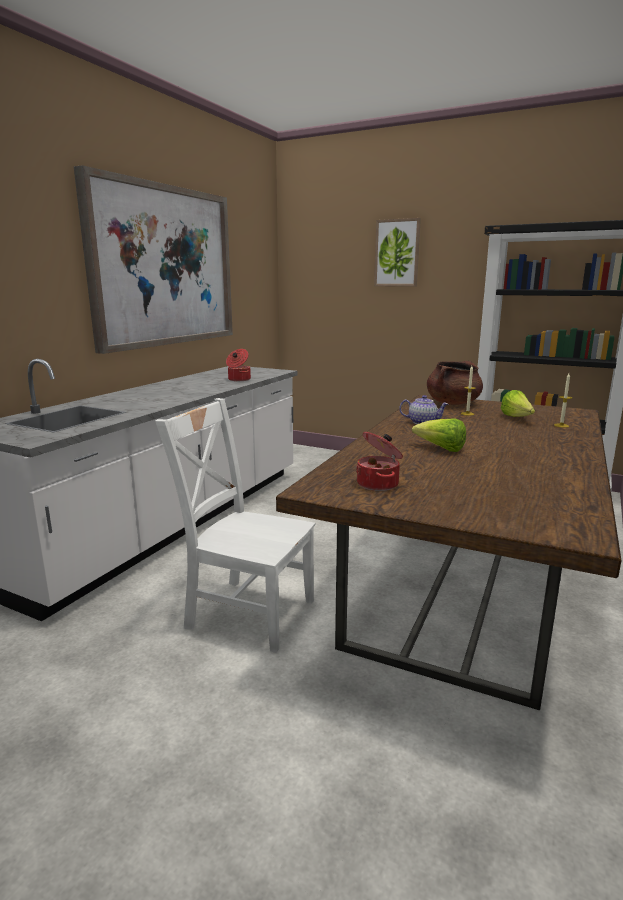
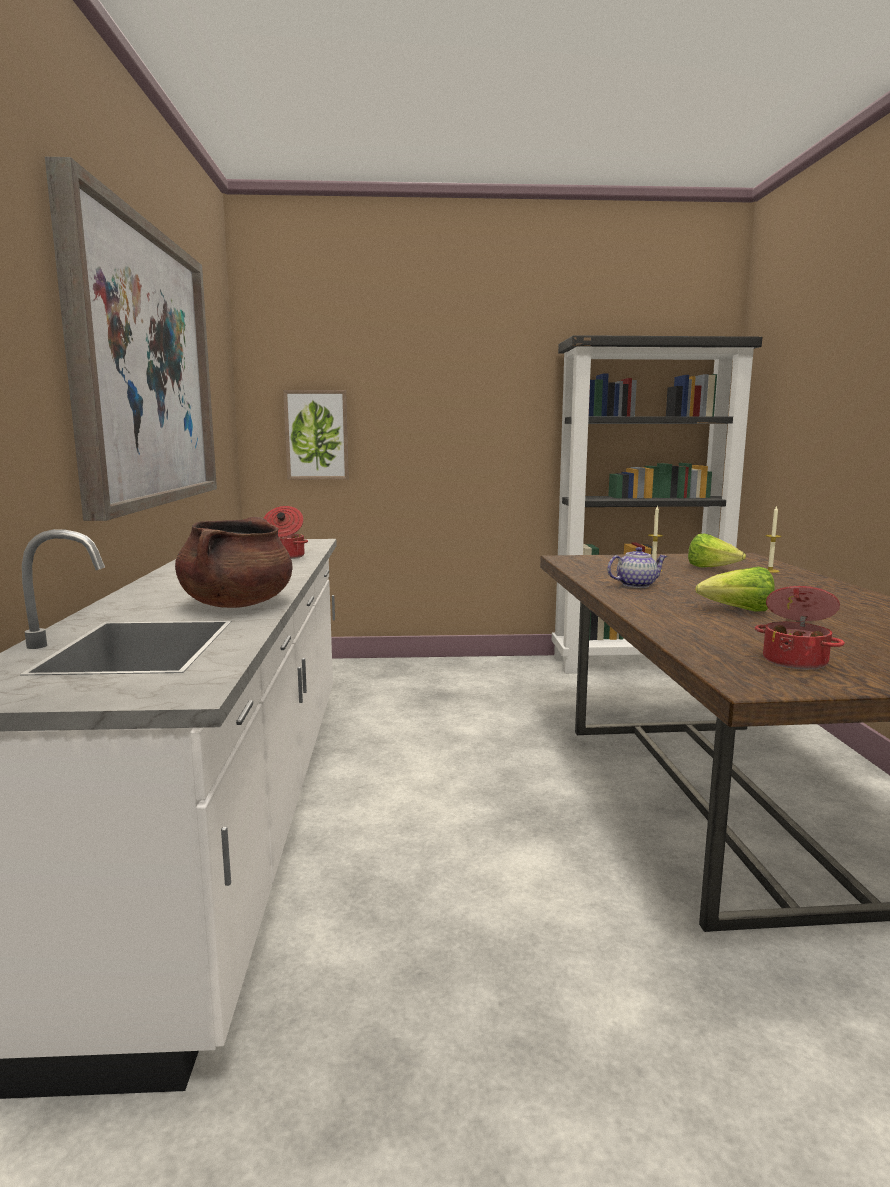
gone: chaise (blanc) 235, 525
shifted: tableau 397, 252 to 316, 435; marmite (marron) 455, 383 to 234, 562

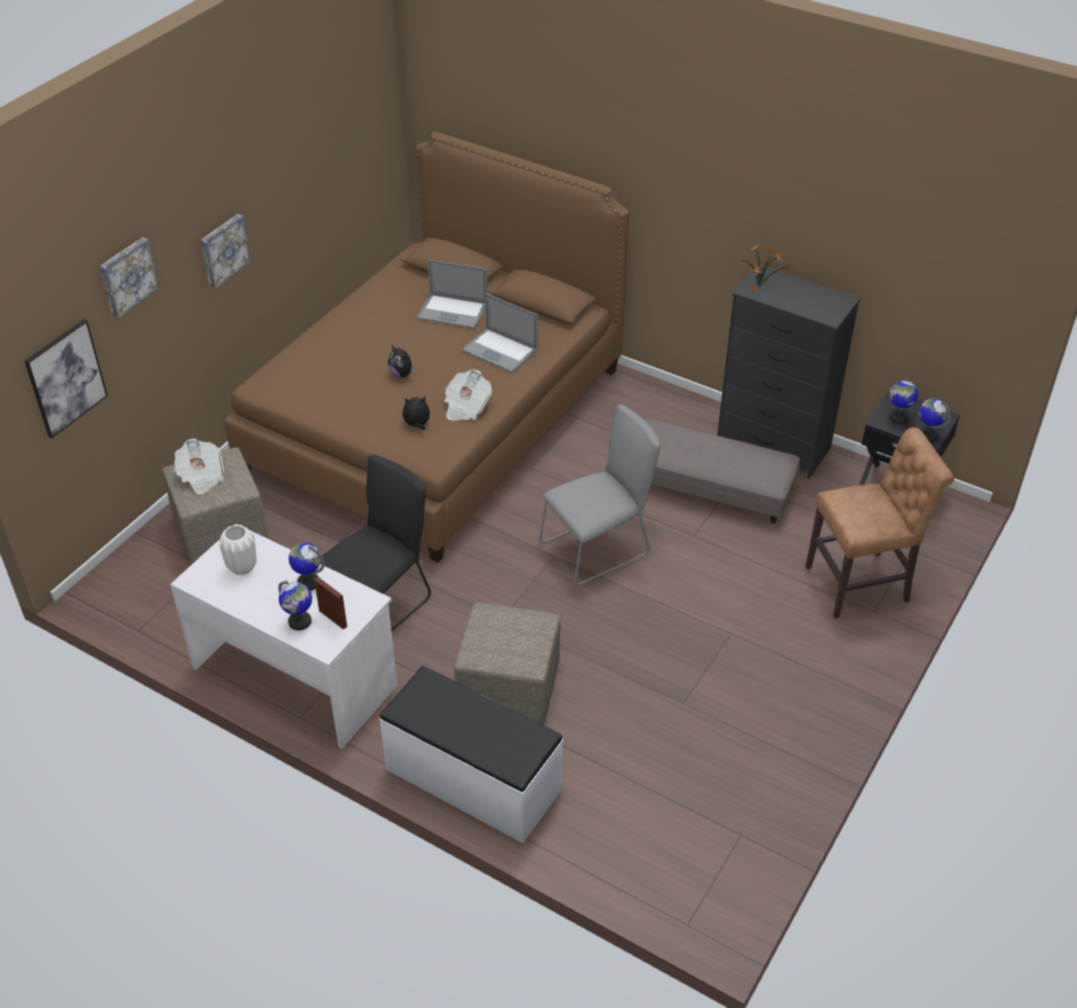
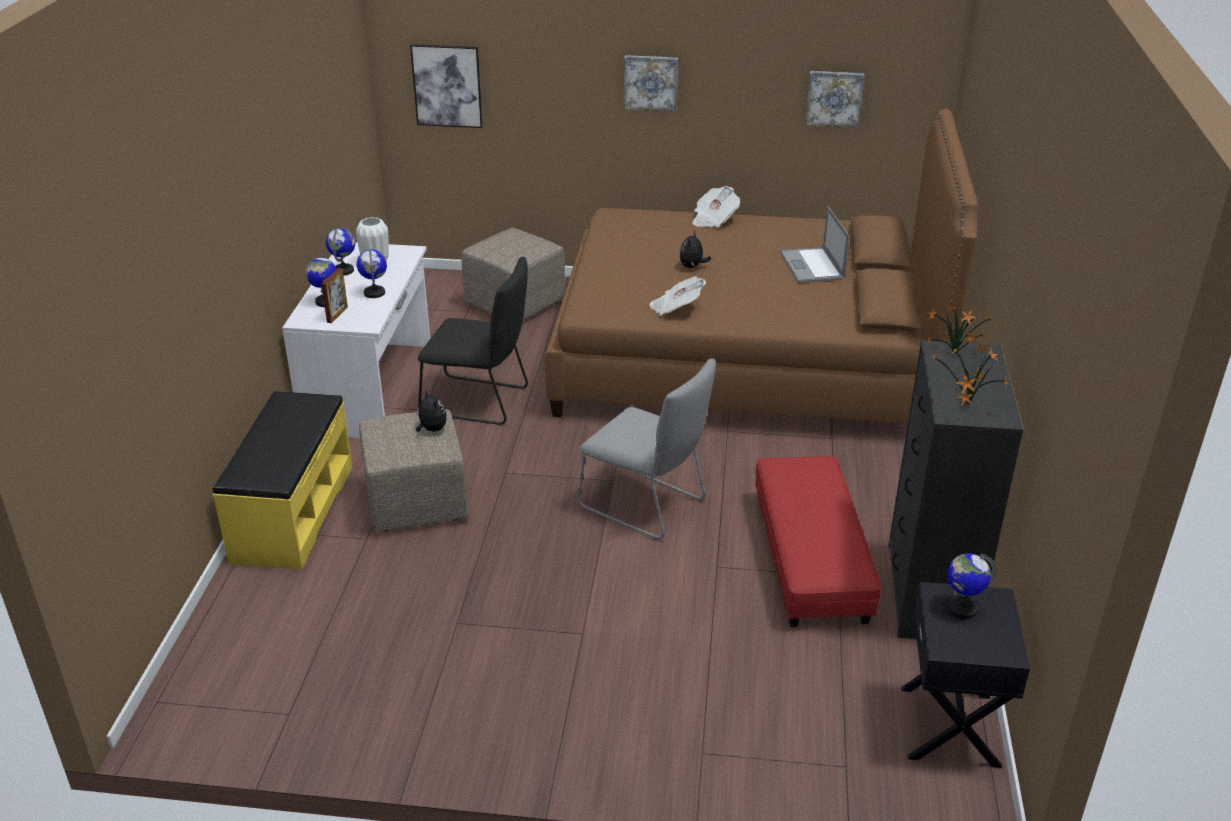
gone: ordinateur portable 499, 333; chaise (marron) 879, 523
new: plante en pot 969, 374
shifted: tableau 129, 278 to 835, 99; journal 199, 466 to 716, 207; peluche 415, 413 to 431, 410; globe 935, 420 to 340, 252
repainted: banc (blanc) 471, 754 to banc (jaune) 282, 480; pouf (gris) 722, 471 to pouf (rouge) 818, 541

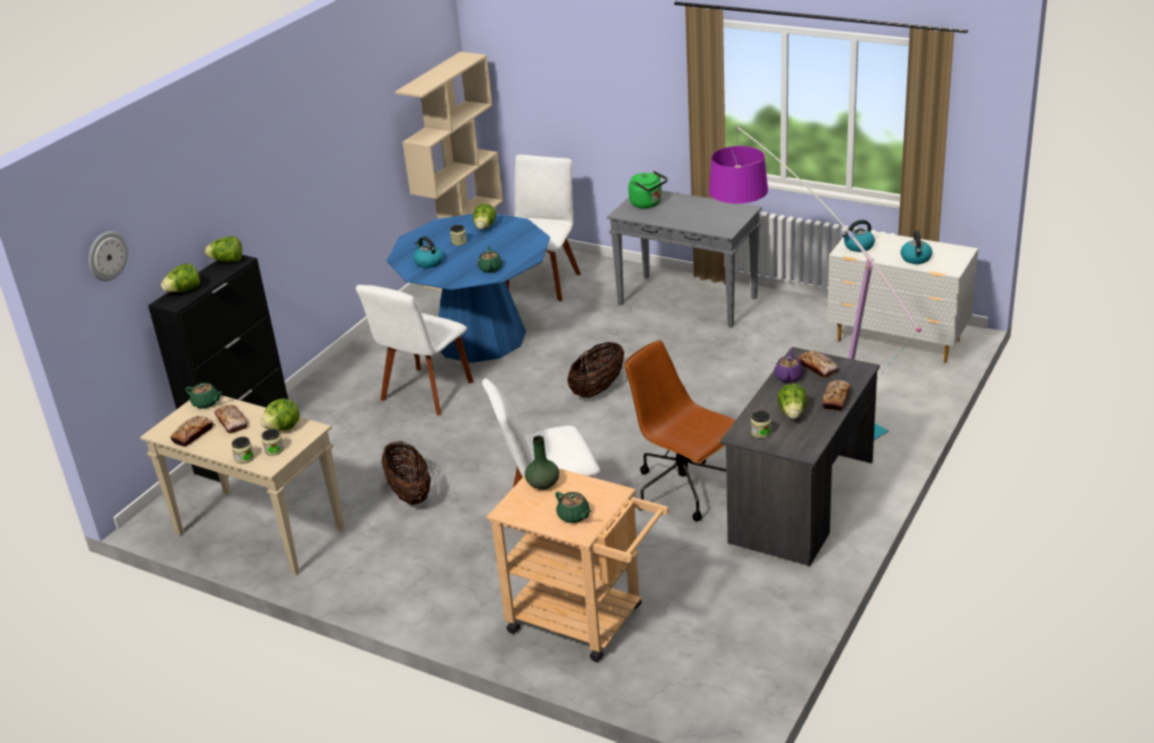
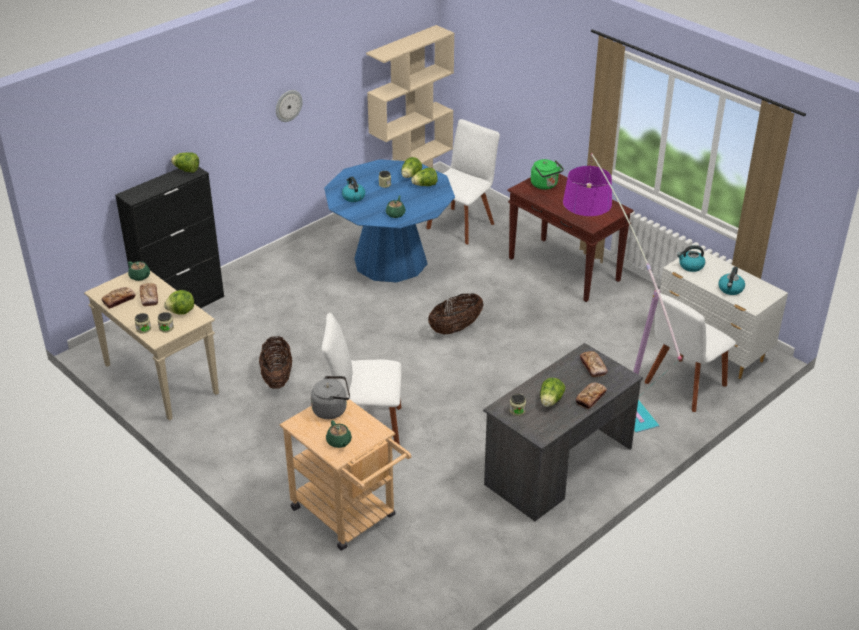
gone: chaise de bureau (marron) 680, 430; théière (violet) 788, 365
shifted: horloge murale 108, 256 to 289, 106; laitue 180, 278 to 424, 177; chaise (blanc) 415, 350 to 690, 352
swapped: vase (vert) 542, 463 to bouilloire (gris) 330, 397
repainted: table console (gris) 684, 259 to table console (marron) 570, 237

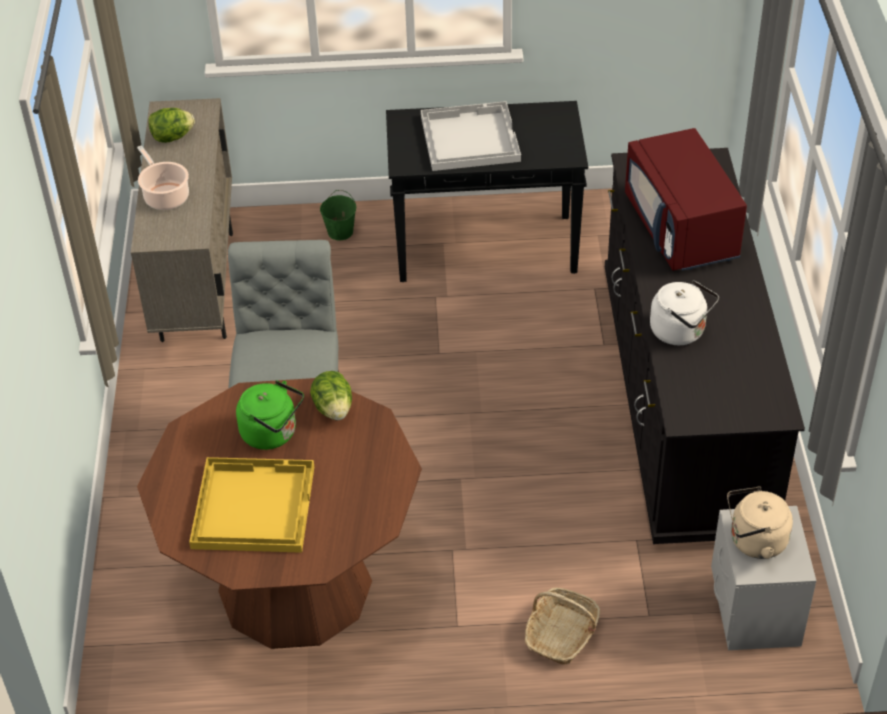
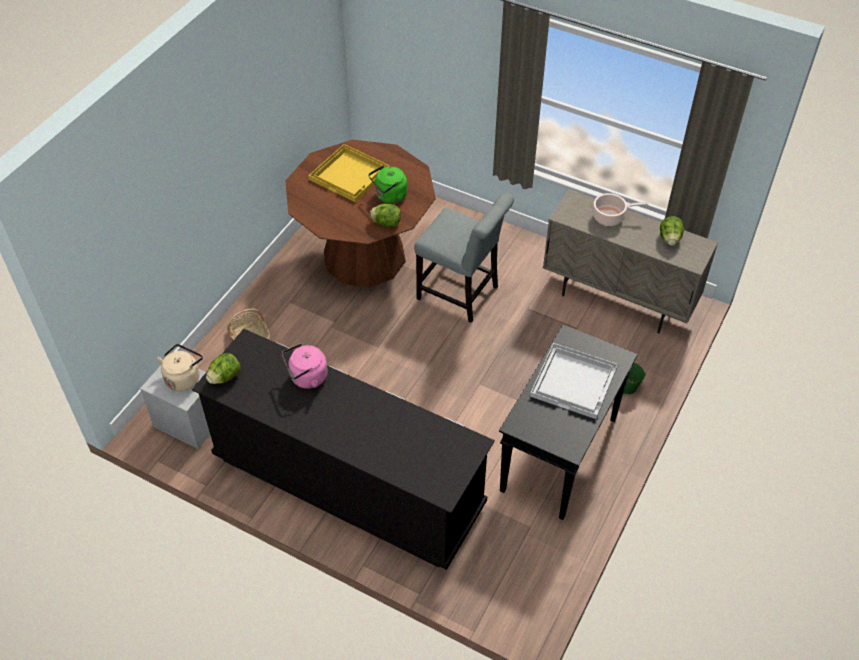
gone: micro-ondes (rouge) 686, 199
new: laitue 223, 368
repainted: bouilloire (blanc) 684, 312 to bouilloire (rose) 305, 366

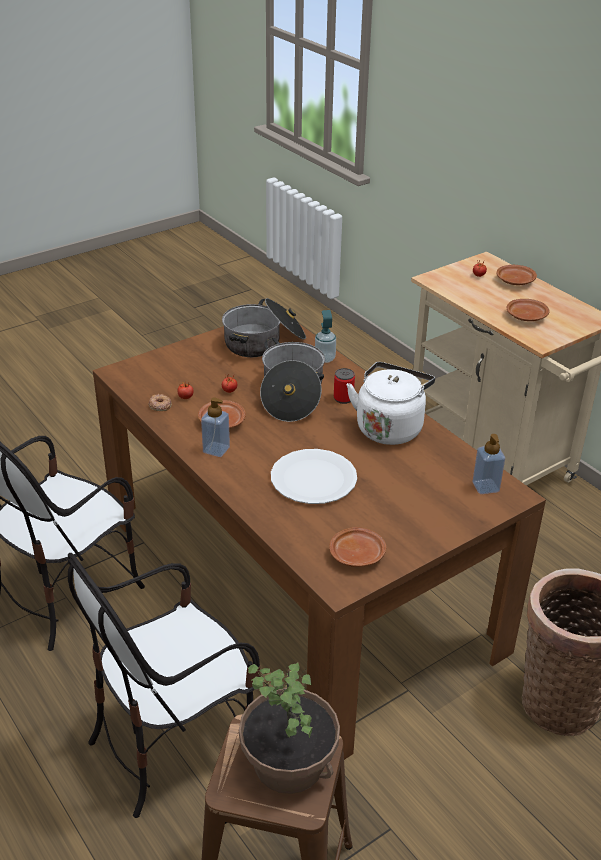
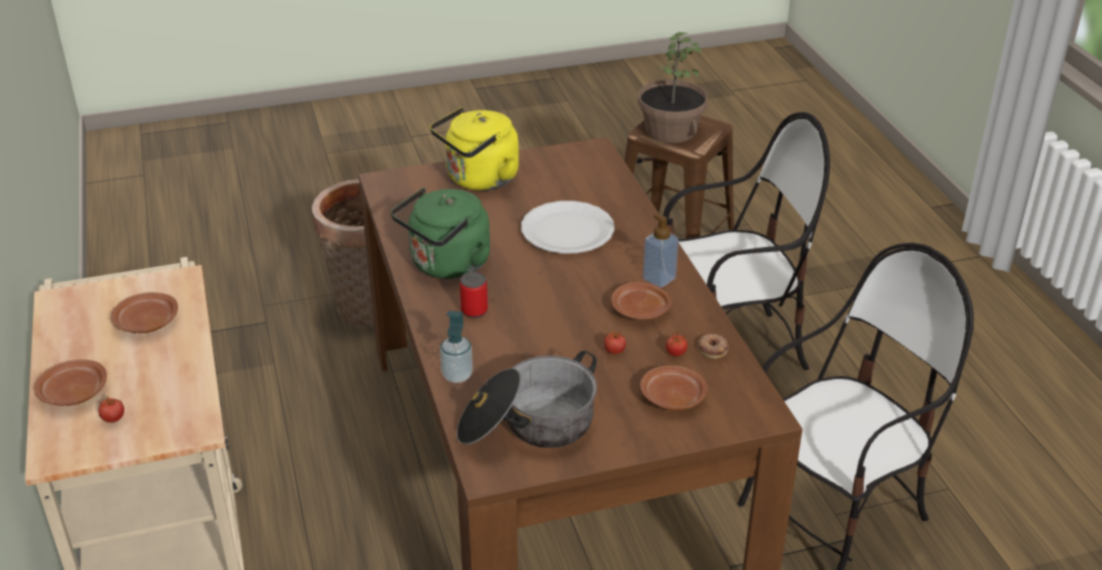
gone: marmite 292, 380; distributeur de savon 489, 464
new: bouilloire (jaune) 474, 149
shifted: assiette (marron) 357, 547 to 674, 387
repainted: bouilloire (blanc) 391, 403 to bouilloire (vert) 440, 233

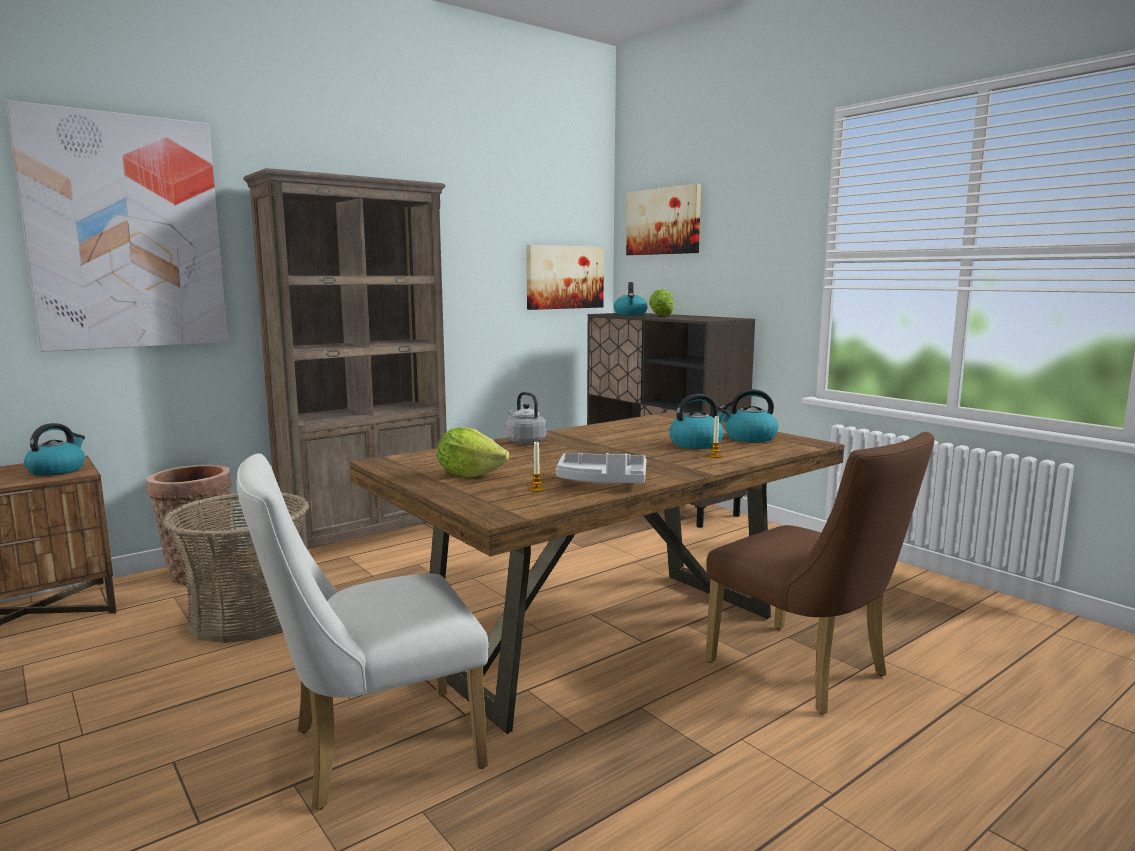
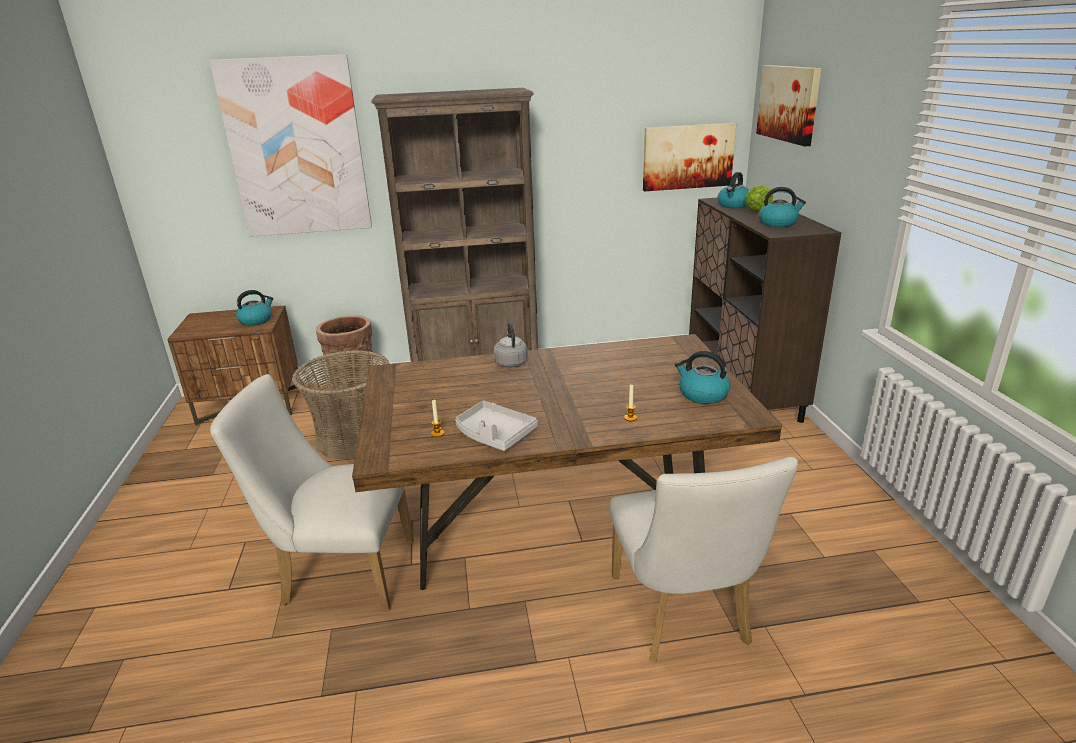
gone: laitue 473, 452
shifted: bouilloire 698, 421 to 782, 207
repainted: chaise (marron) 820, 573 to chaise (blanc) 703, 559

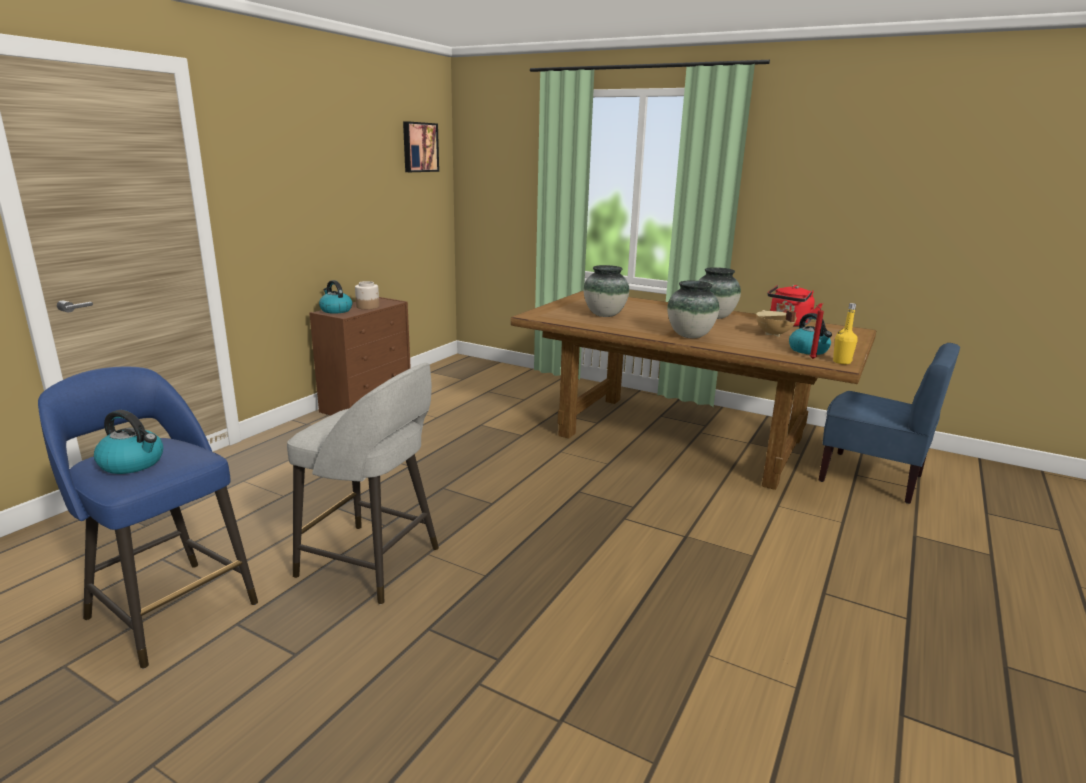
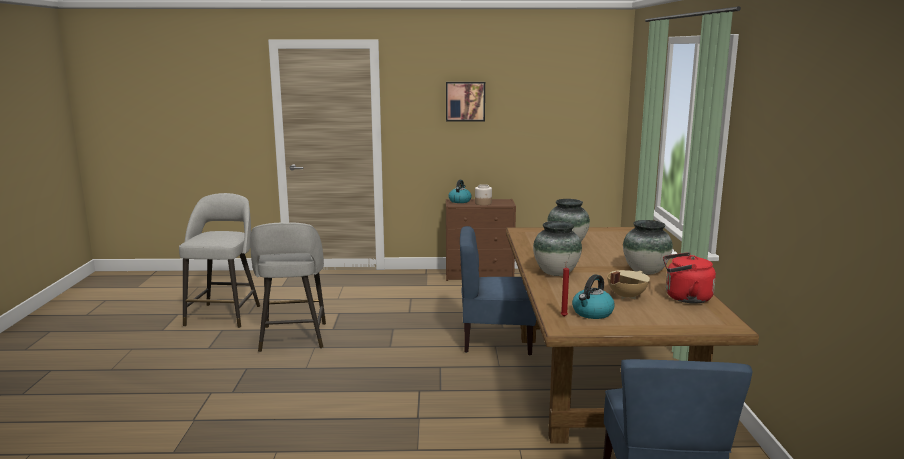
gone: bouilloire 128, 442; bouteille (jaune) 845, 333
new: chaise (bleu) 498, 290
shifted: tableau 421, 146 to 465, 102
repainted: tabouret (bleu) 148, 517 to tabouret (gris) 219, 260

